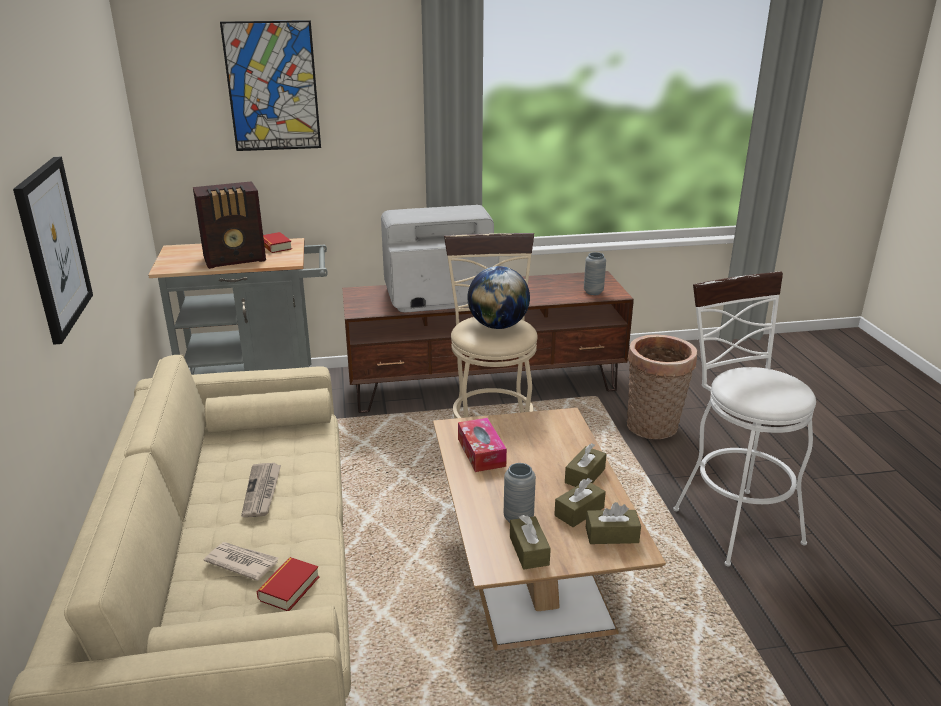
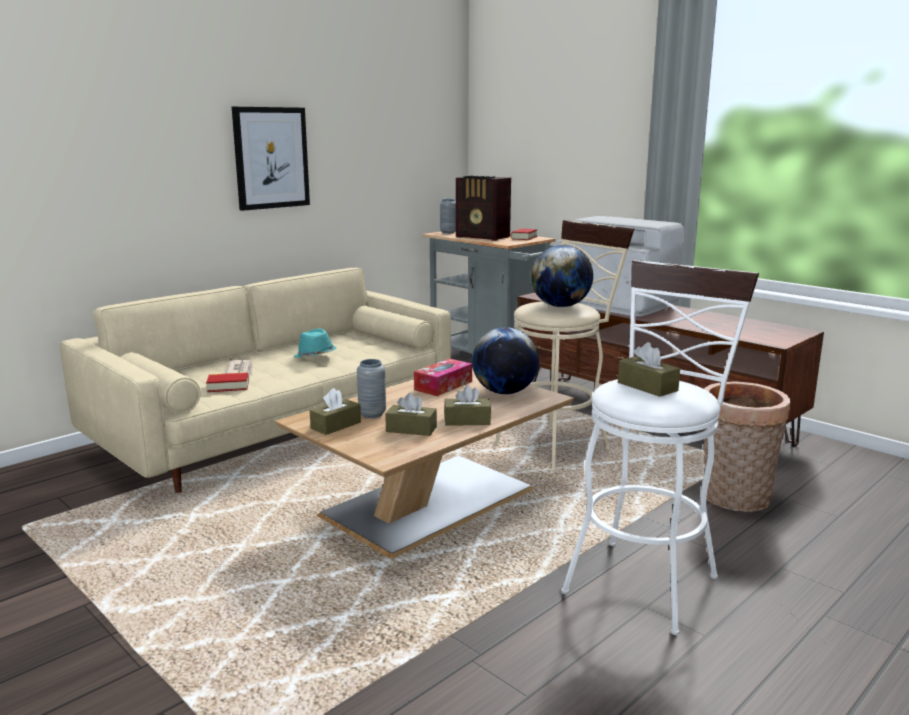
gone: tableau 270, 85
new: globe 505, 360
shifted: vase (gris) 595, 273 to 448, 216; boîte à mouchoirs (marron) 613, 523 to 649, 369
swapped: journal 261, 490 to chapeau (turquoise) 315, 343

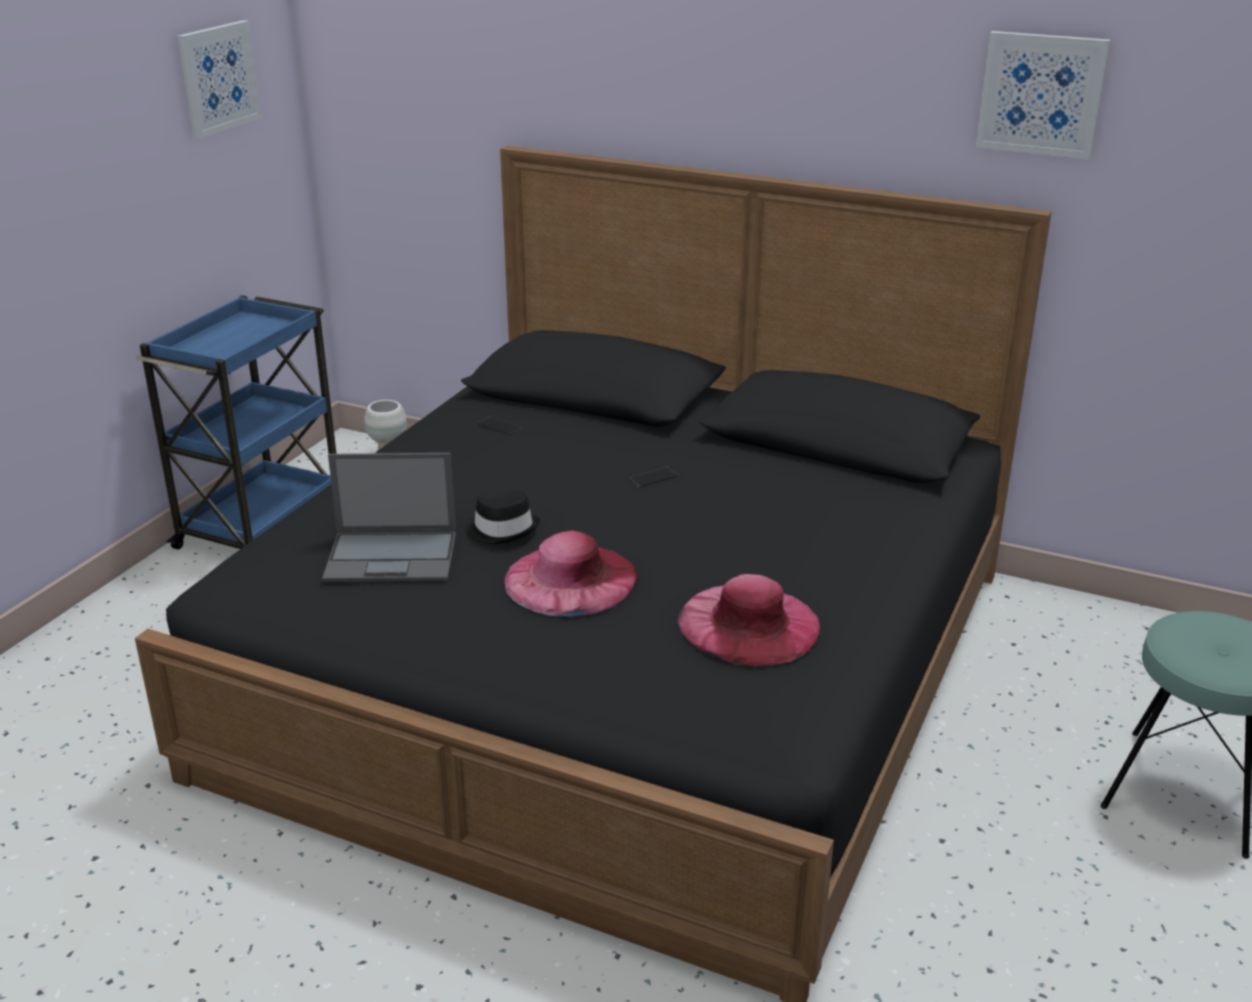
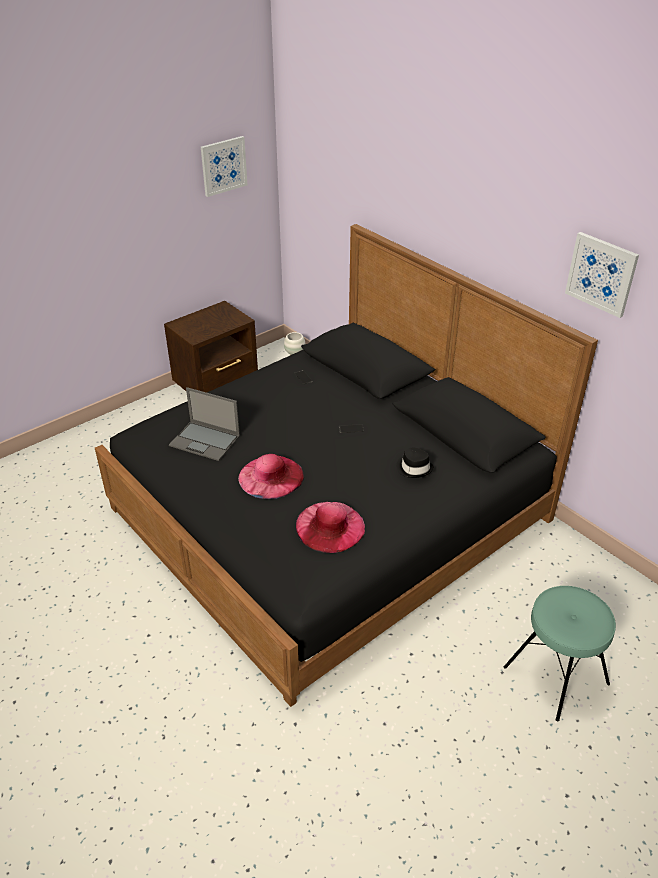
shifted: chapeau (noir) 502, 516 to 415, 463
swapped: chariot (bleu) 235, 422 to table de chevet (marron) 211, 347

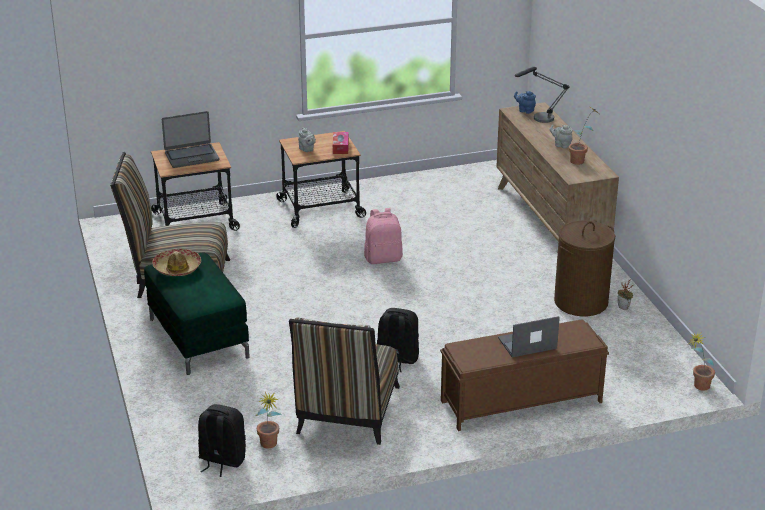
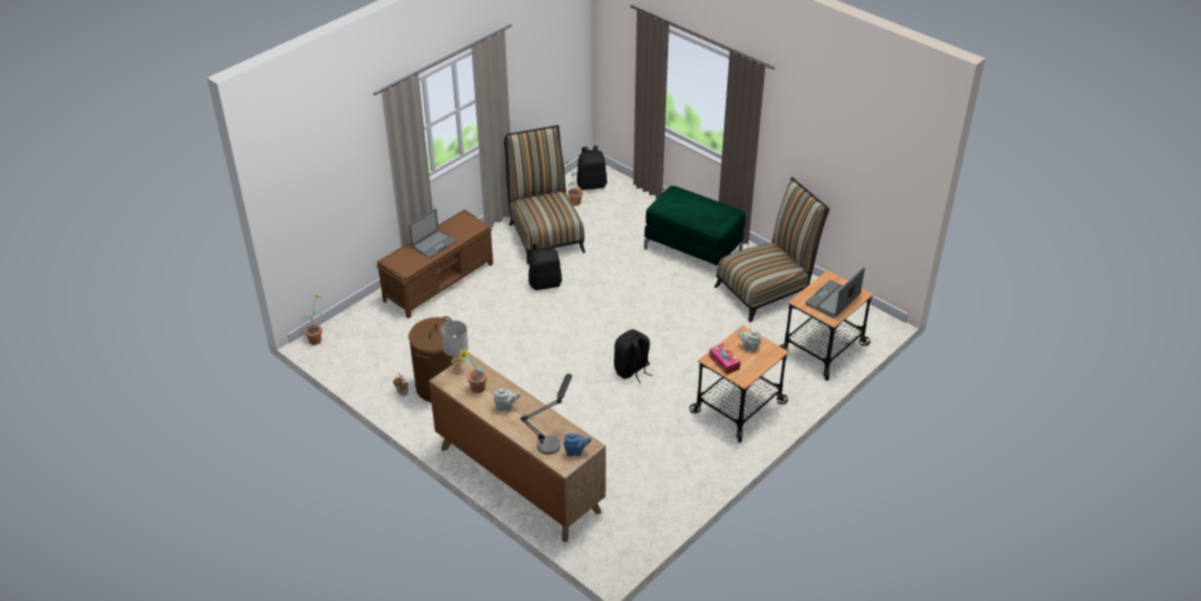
gone: chapeau 176, 262
new: lampe de table (gris) 454, 347
repainted: sac à dos (rose) 383, 236 to sac à dos (noir) 633, 356

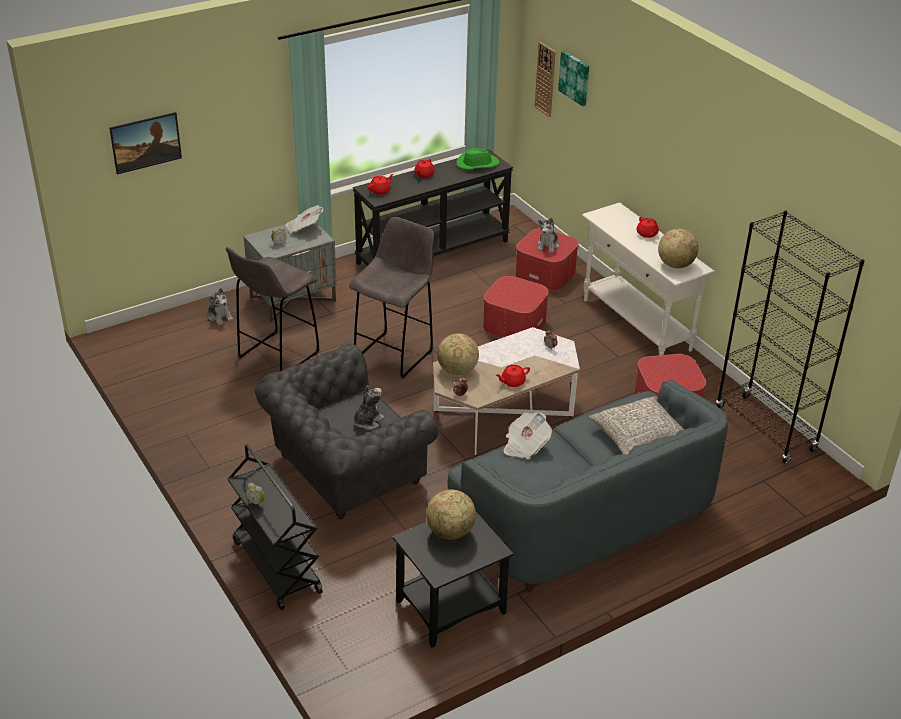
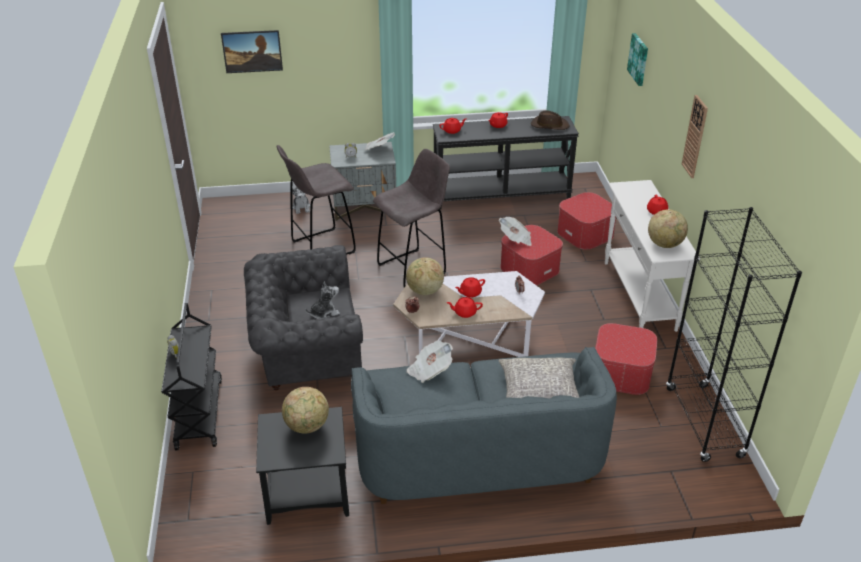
gone: peluche 548, 235
new: théière (rouge) 470, 287; journal 515, 231
shifted: horloge murale 545, 79 to 695, 136
repainted: chapeau (vert) 478, 159 to chapeau (marron) 550, 120

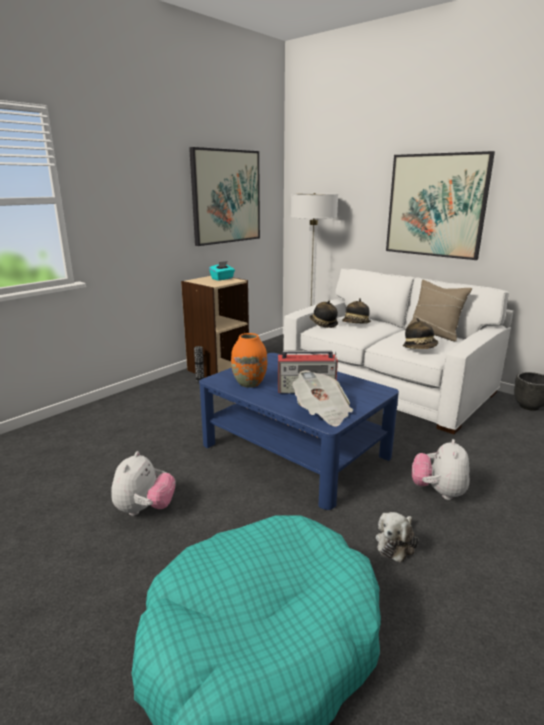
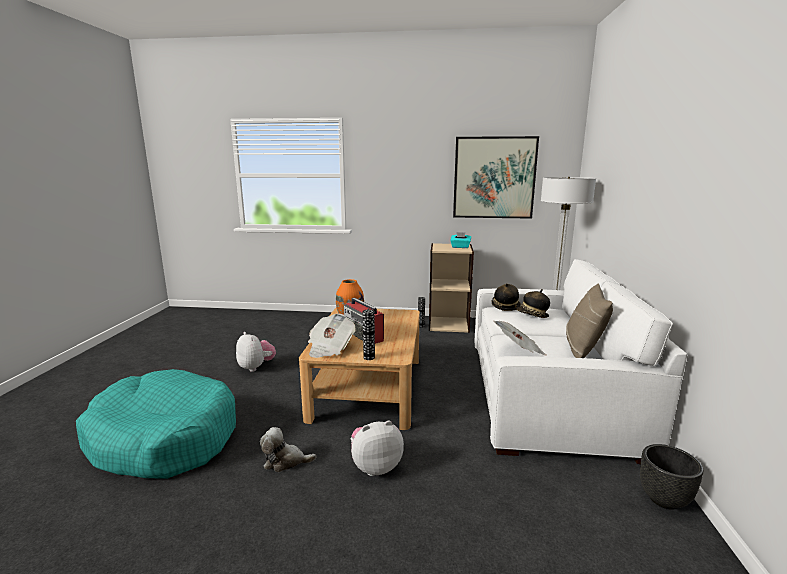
gone: tableau 440, 205
new: vase 369, 335
swapped: chapeau 420, 333 to journal 520, 338
repainted: table basse (bleu) 299, 431 to table basse (beige) 359, 369
rotated: peluche 143, 483 = 256, 352 105 degrees counterclockwise

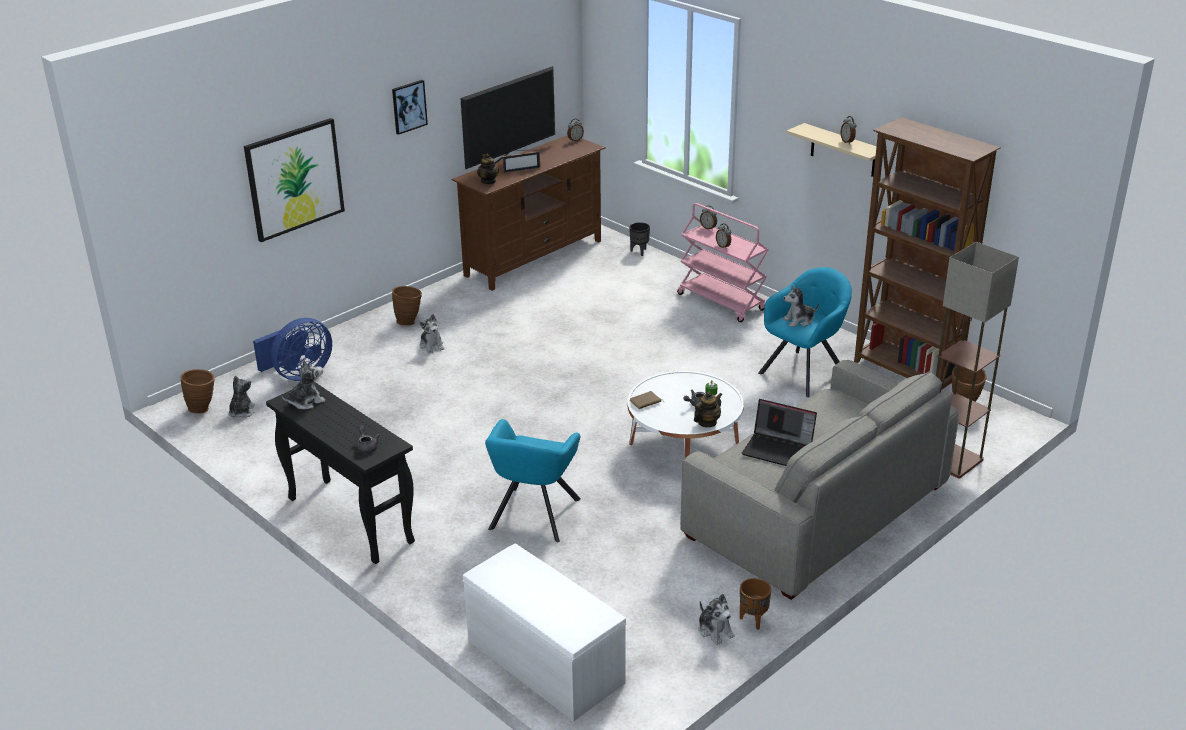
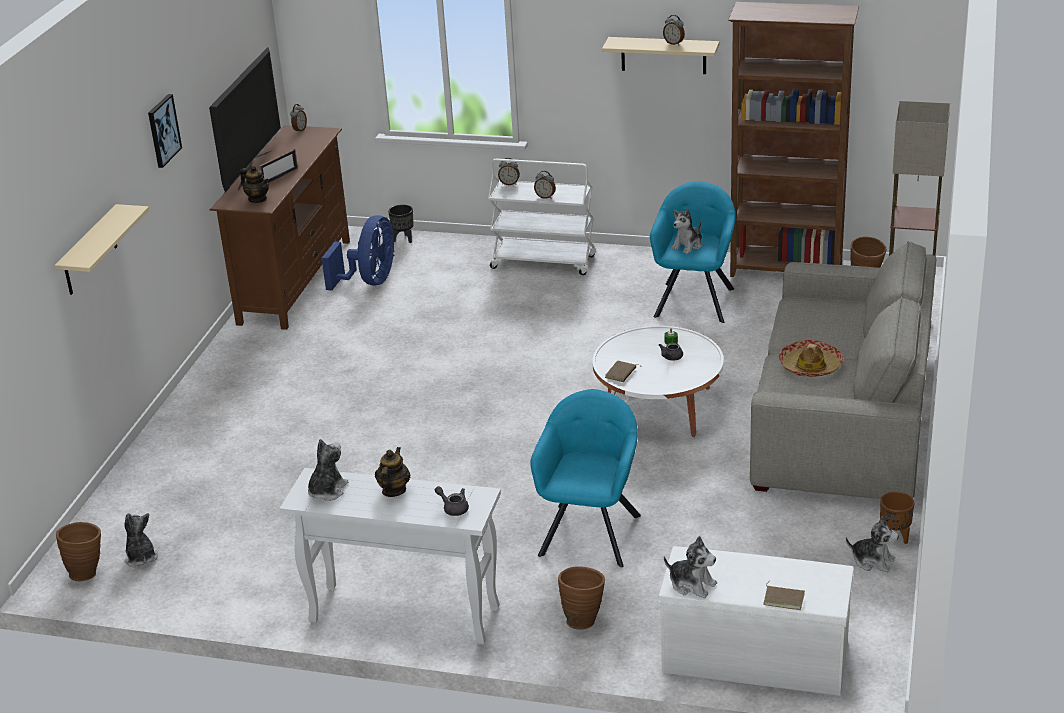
new: livre (marron) 784, 596
shifted: ventilateur (bleu) 292, 349 to 358, 252; vase (marron) 407, 306 to 581, 598; peluche 431, 333 to 690, 567; théière 708, 409 to 392, 472
swapped: tableau 294, 180 to étagère (beige) 101, 249; ordinateur portable 779, 432 to chapeau 811, 358
repainted: table console (noir) 340, 473 to table console (blanc) 390, 556; chariot (rose) 723, 262 to chariot (blanc) 542, 217
rotated: fauteuil (turquoise) 533, 481 = 585, 478 150 degrees counterclockwise

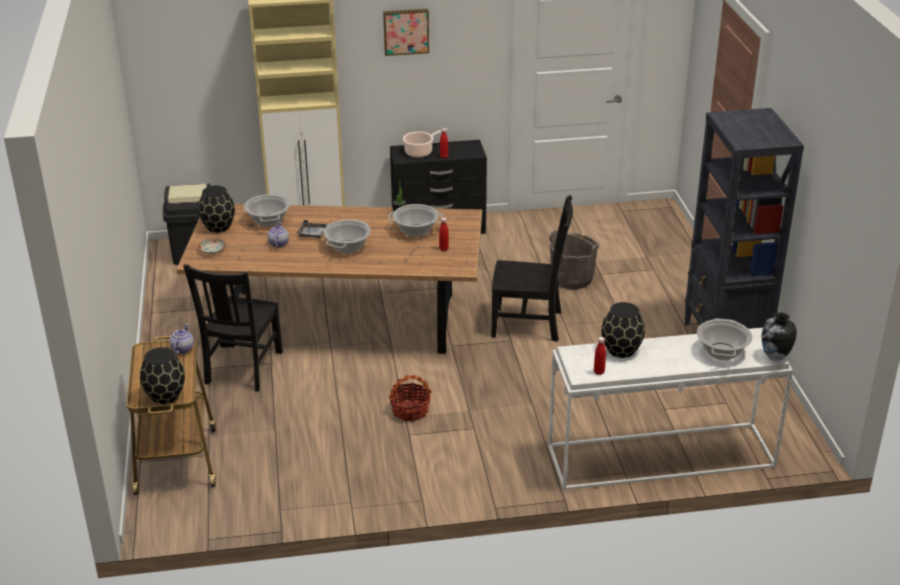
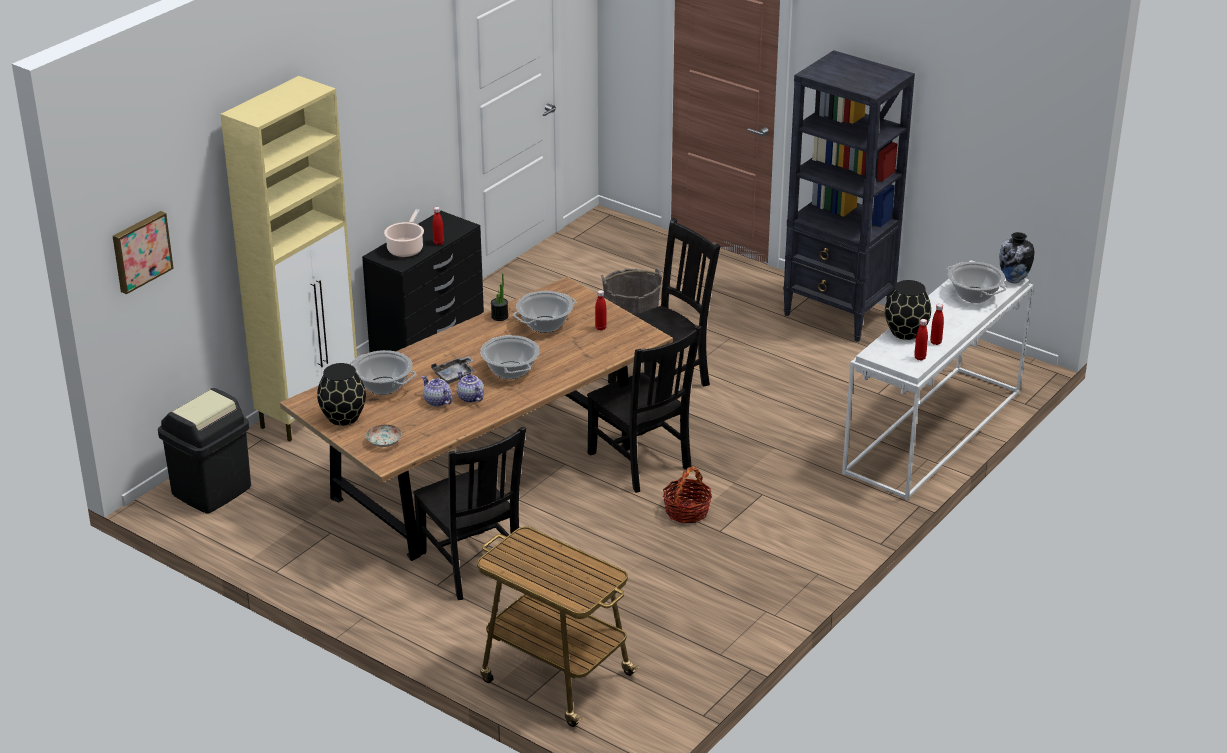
gone: vase (noir) 162, 375
new: chaise (noir) 644, 409; bouteille (rouge) 937, 324
shifted: théière 181, 339 to 470, 387; tableau 406, 32 to 143, 252

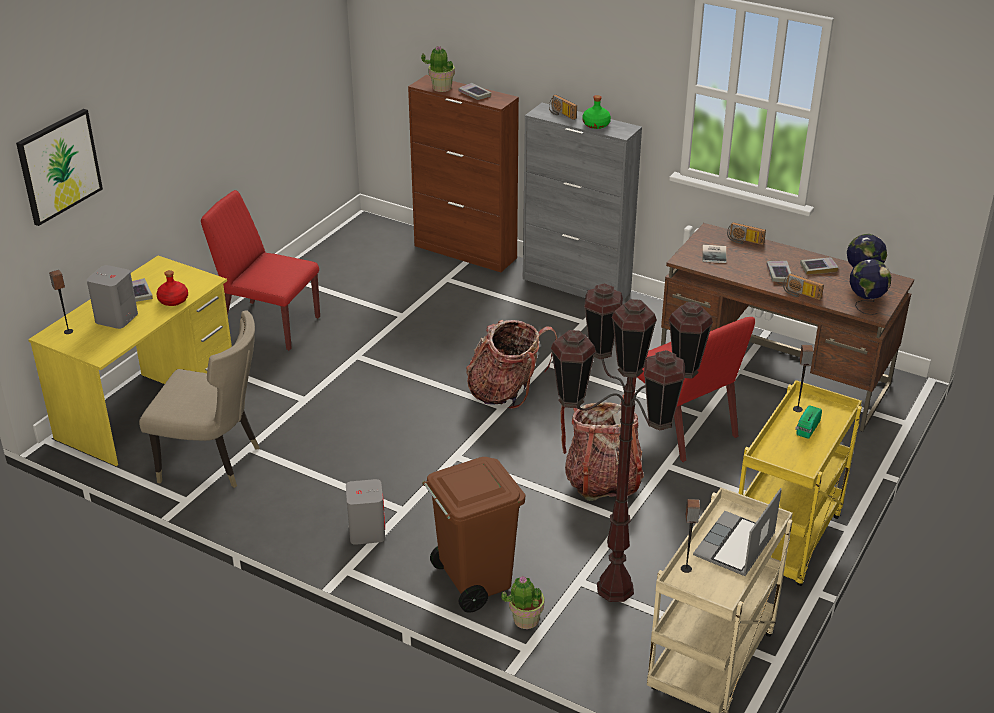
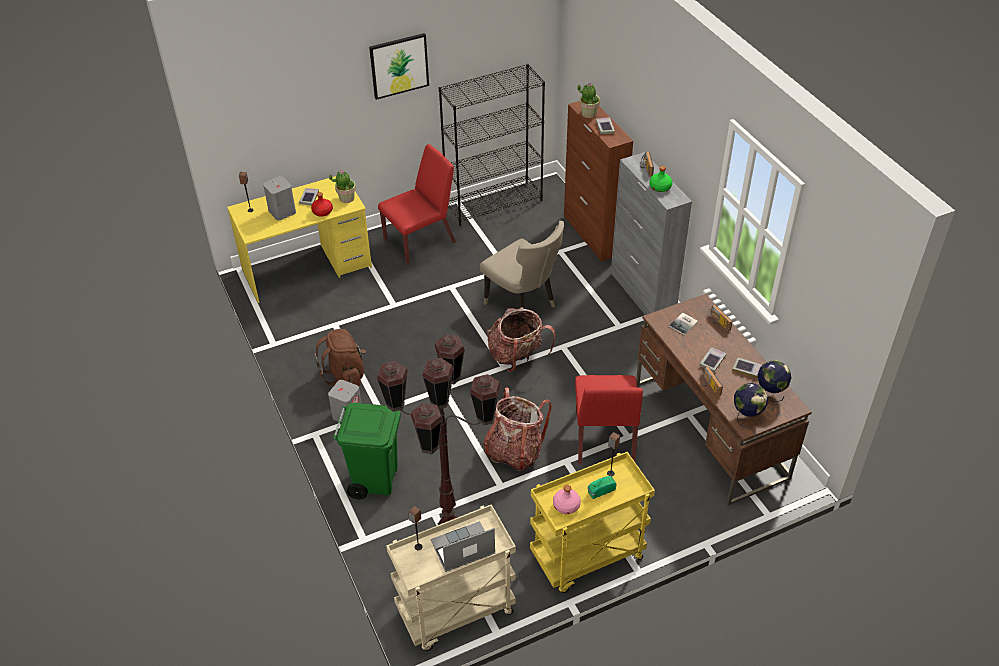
new: sac à dos (marron) 340, 357; bibliothèque (noir) 492, 145; bouteille (rose) 567, 499
shifted: tableau 59, 167 to 399, 66; chaise (beige) 199, 399 to 522, 265; plante en pot 522, 602 to 342, 186
repainted: poubelle (marron) 473, 535 to poubelle (vert) 367, 451
rotated: chaise (rouge) 260, 270 = 417, 204 90 degrees clockwise

